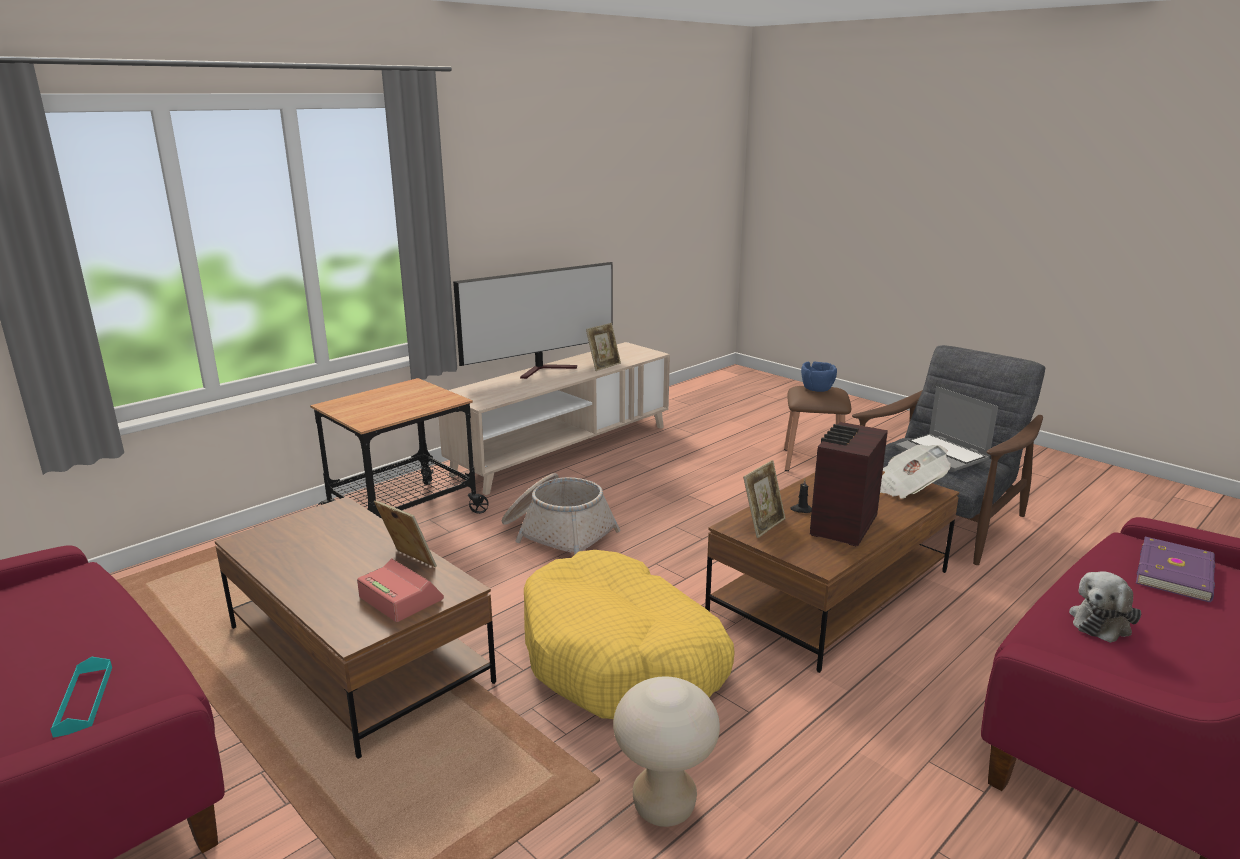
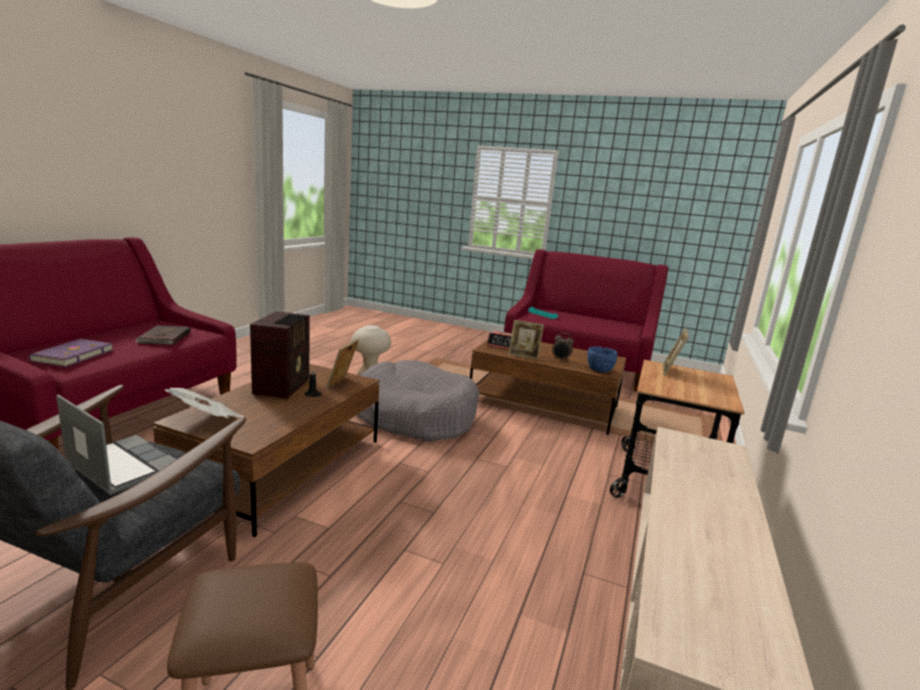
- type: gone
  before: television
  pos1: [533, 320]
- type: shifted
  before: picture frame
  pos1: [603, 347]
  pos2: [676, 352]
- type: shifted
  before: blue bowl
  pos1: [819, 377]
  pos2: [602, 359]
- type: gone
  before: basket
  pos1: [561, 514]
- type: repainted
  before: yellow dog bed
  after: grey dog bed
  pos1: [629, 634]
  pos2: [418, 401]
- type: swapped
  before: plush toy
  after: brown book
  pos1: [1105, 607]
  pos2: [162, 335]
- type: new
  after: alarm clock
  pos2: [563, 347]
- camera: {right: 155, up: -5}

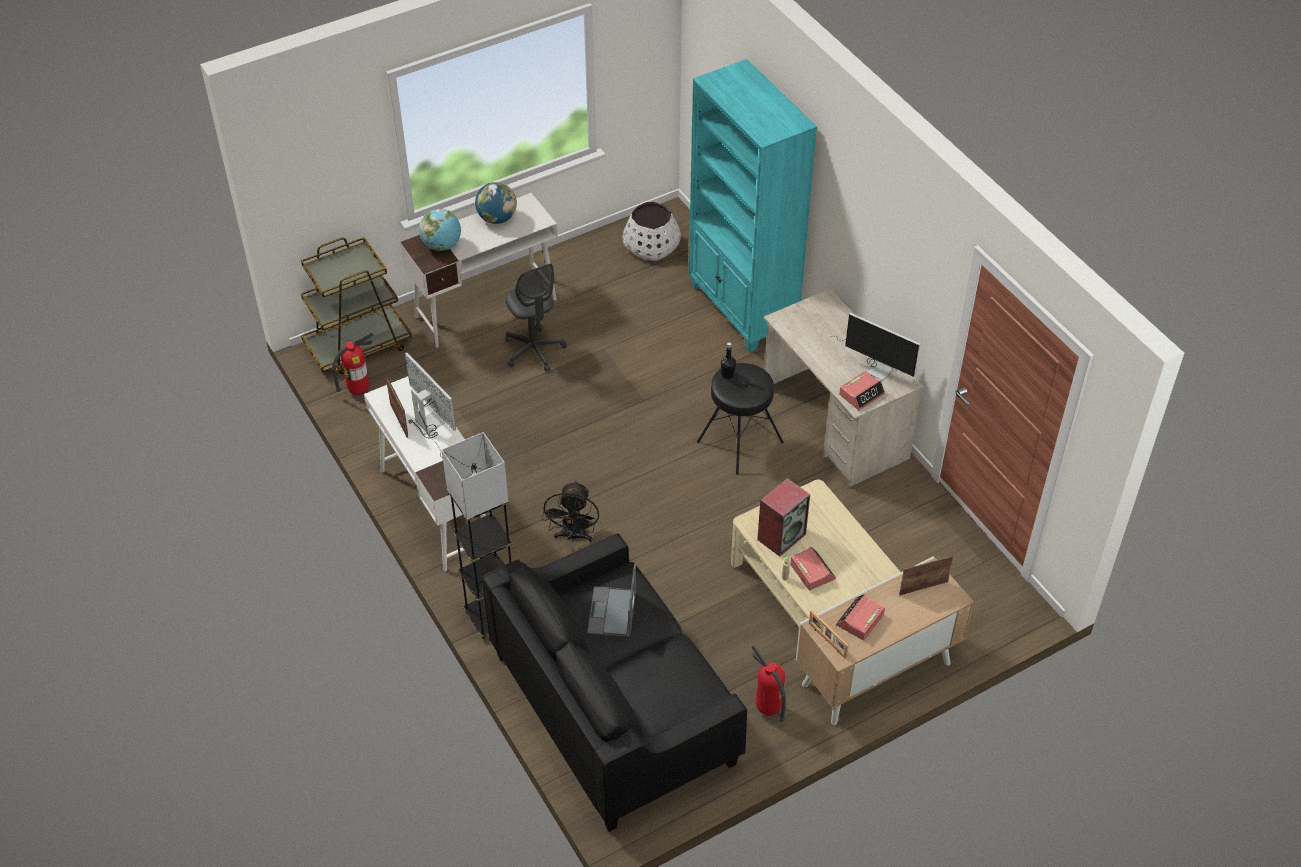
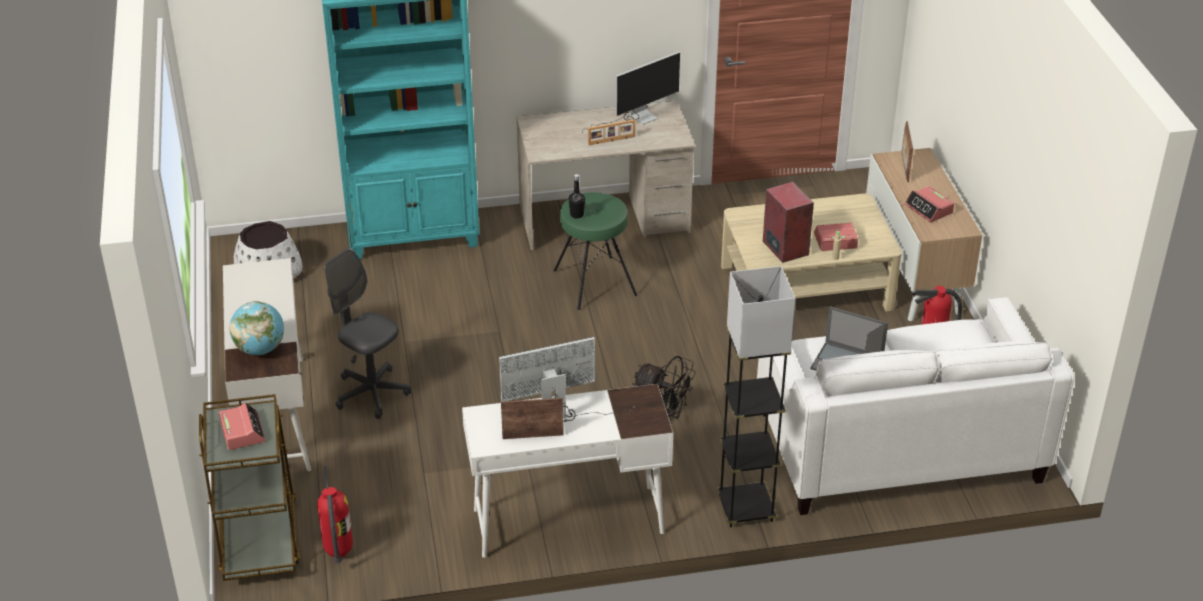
- type: gone
  before: globe
  pos1: [496, 203]
- type: rotated
  before: grey office chair
  pos1: [536, 317]
  pos2: [367, 333]
  turn: -135
- type: repainted
  before: black stool
  after: green stool
  pos1: [740, 419]
  pos2: [595, 251]
- type: shifted
  before: alarm clock
  pos1: [862, 391]
  pos2: [242, 426]
- type: repainted
  before: black sofa
  after: white sofa
  pos1: [614, 682]
  pos2: [915, 406]
- type: shifted
  before: picture frame
  pos1: [829, 634]
  pos2: [611, 132]
- camera: {right: -70, up: -10}

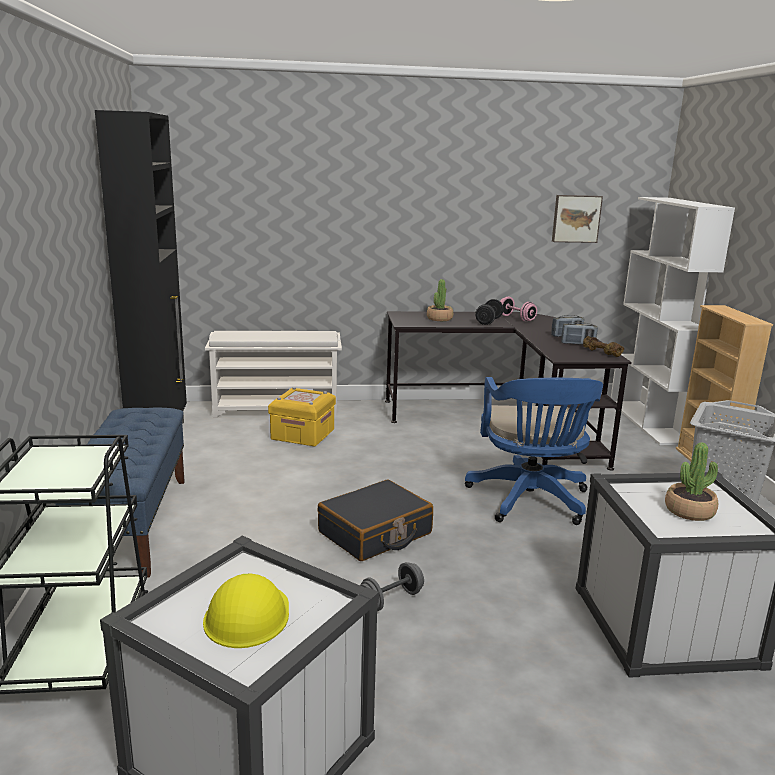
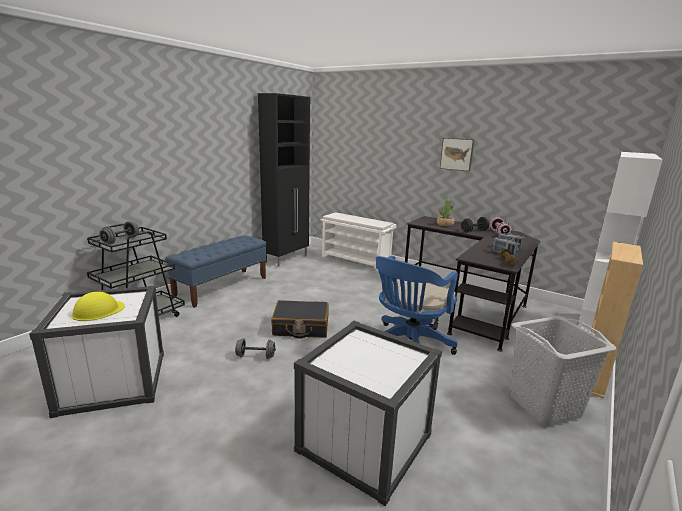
- type: shifted
  before: picture
  pos1: [577, 219]
  pos2: [457, 154]
- type: gone
  before: yellow storage box
  pos1: [302, 417]
- type: gone
  before: potted plant
  pos1: [691, 481]
- type: new
  after: grey dumbbell
  pos2: [119, 232]
- camera: {right: 40, up: 0}

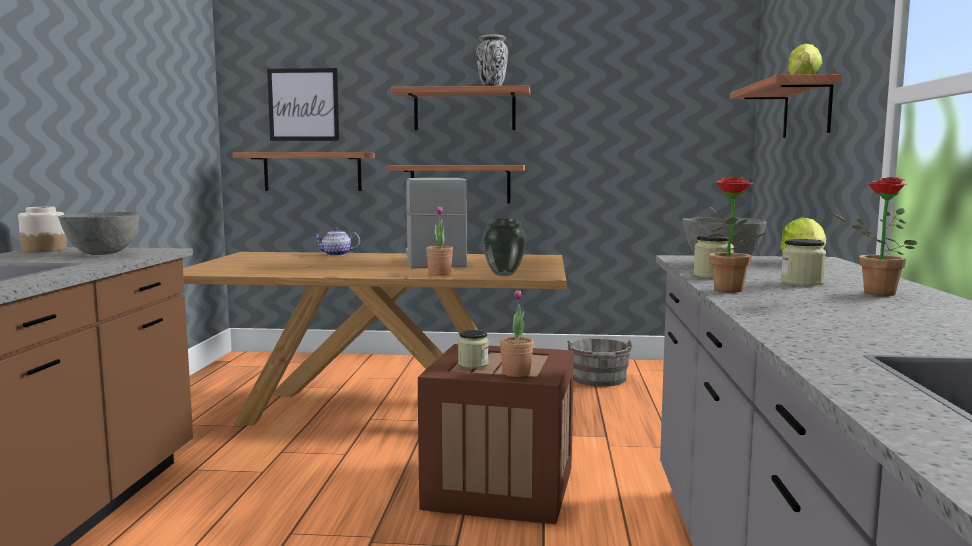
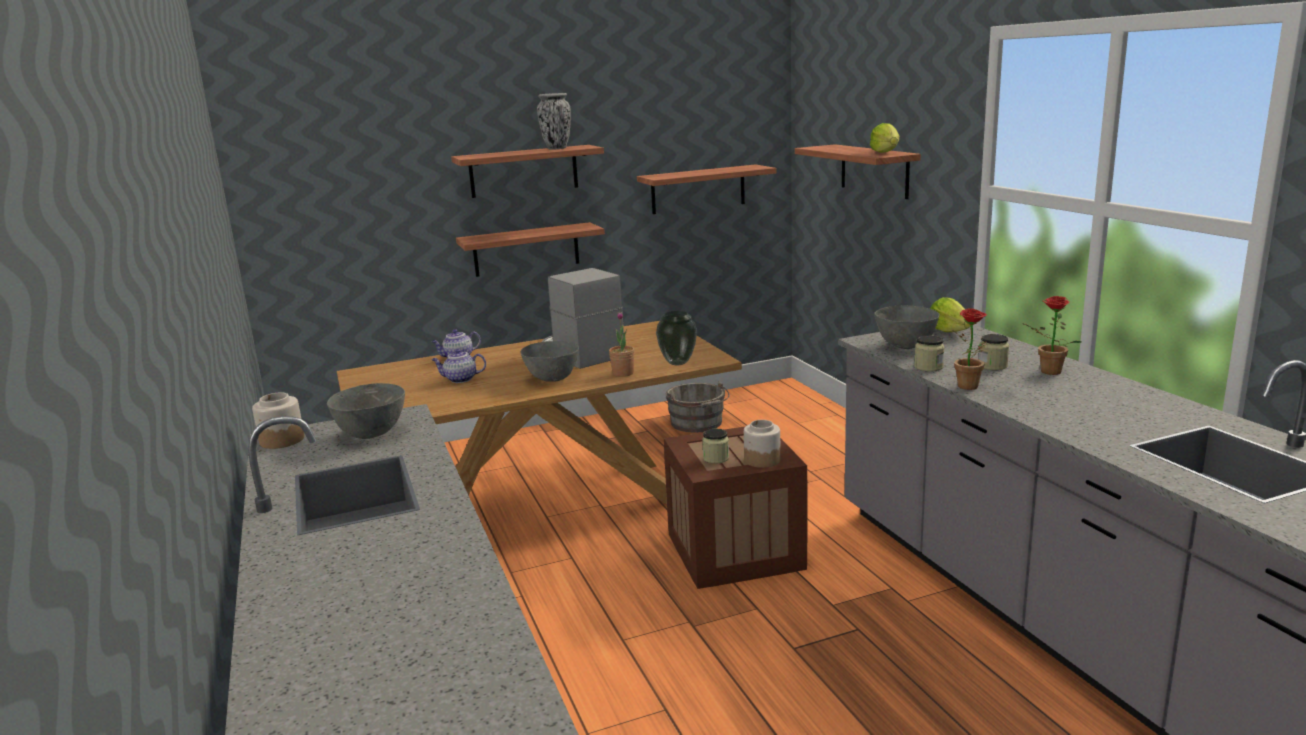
- type: gone
  before: picture
  pos1: [303, 104]
- type: shifted
  before: shelf
  pos1: [304, 171]
  pos2: [707, 189]
- type: swapped
  before: potted plant
  after: jar
  pos1: [517, 333]
  pos2: [762, 444]
- type: new
  after: grey bowl
  pos2: [550, 361]
- type: new
  after: teapot
  pos2: [459, 366]
- camera: {right: -25, up: 10}

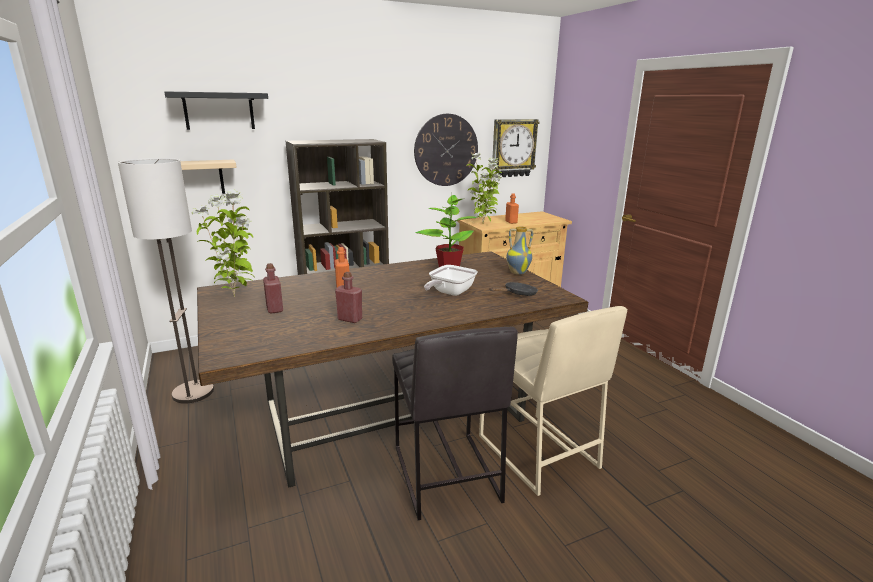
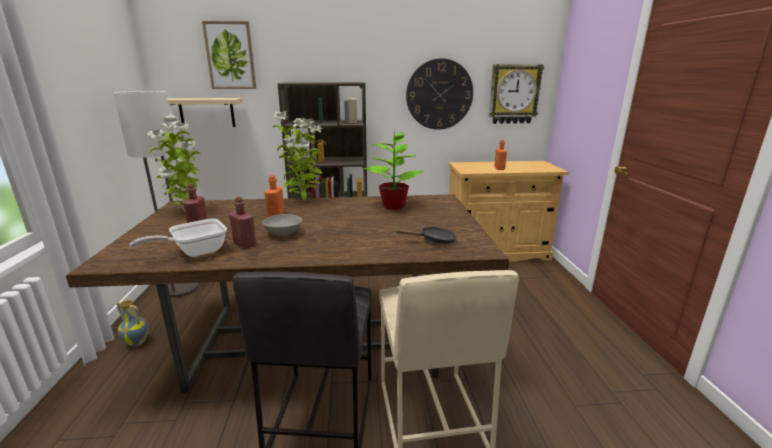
- type: swapped
  before: black shelf
  after: picture
  pos1: [216, 110]
  pos2: [229, 55]
- type: shifted
  before: potted plant
  pos1: [484, 188]
  pos2: [299, 156]
- type: shifted
  before: vase
  pos1: [519, 250]
  pos2: [133, 323]
- type: shifted
  before: frying pan
  pos1: [451, 280]
  pos2: [178, 238]
- type: new
  after: grey bowl
  pos2: [282, 225]
- camera: {right: 20, up: 0}

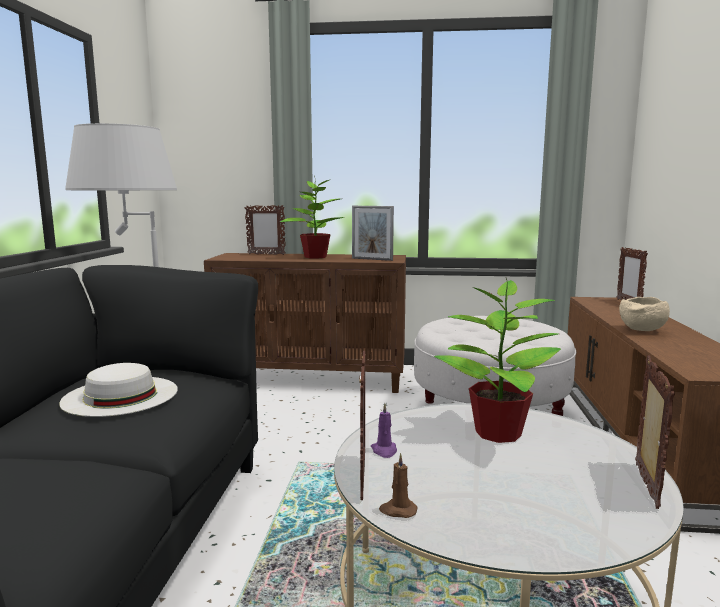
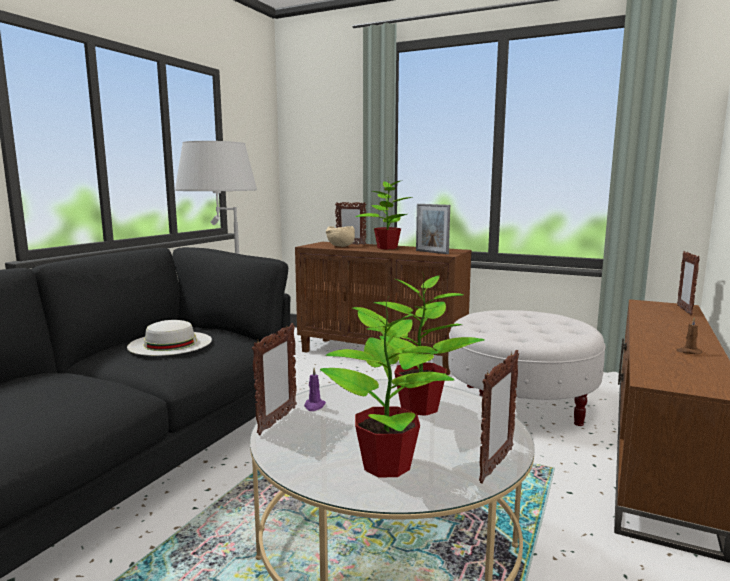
- type: shifted
  before: beige bowl
  pos1: [644, 314]
  pos2: [340, 236]
- type: shifted
  before: brown candle
  pos1: [398, 485]
  pos2: [689, 336]
- type: new
  after: potted plant
  pos2: [387, 387]
- camera: {right: 20, up: 0}

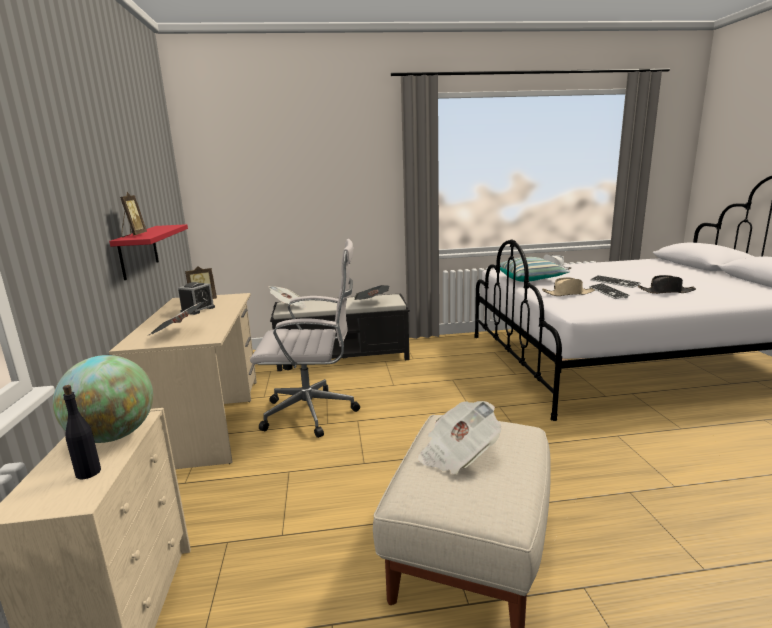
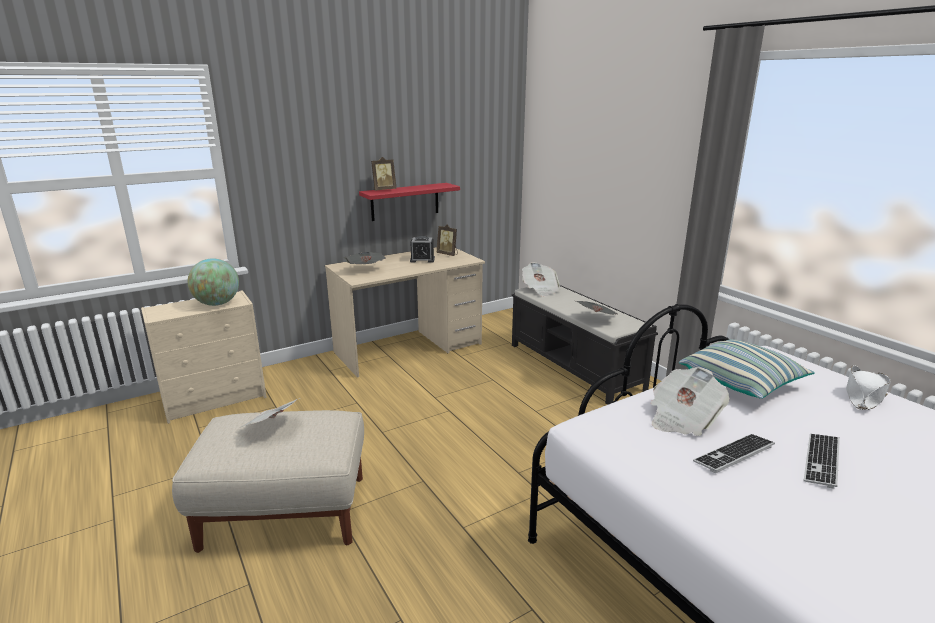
- type: gone
  before: white office chair
  pos1: [305, 338]
- type: gone
  before: black hat
  pos1: [667, 284]
- type: swapped
  before: beige hat
  after: newspaper
  pos1: [568, 286]
  pos2: [690, 401]
- type: gone
  before: black bottle
  pos1: [82, 432]
- camera: {right: 65, up: 5}

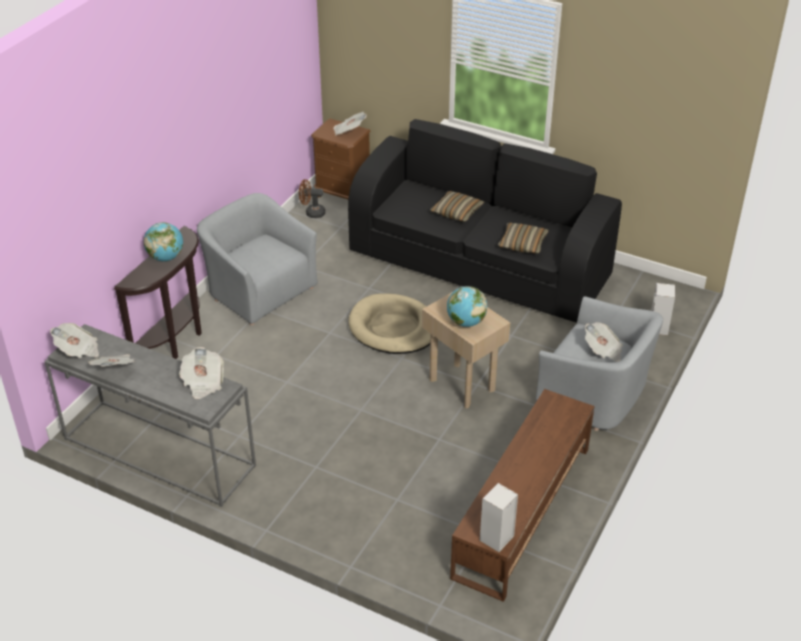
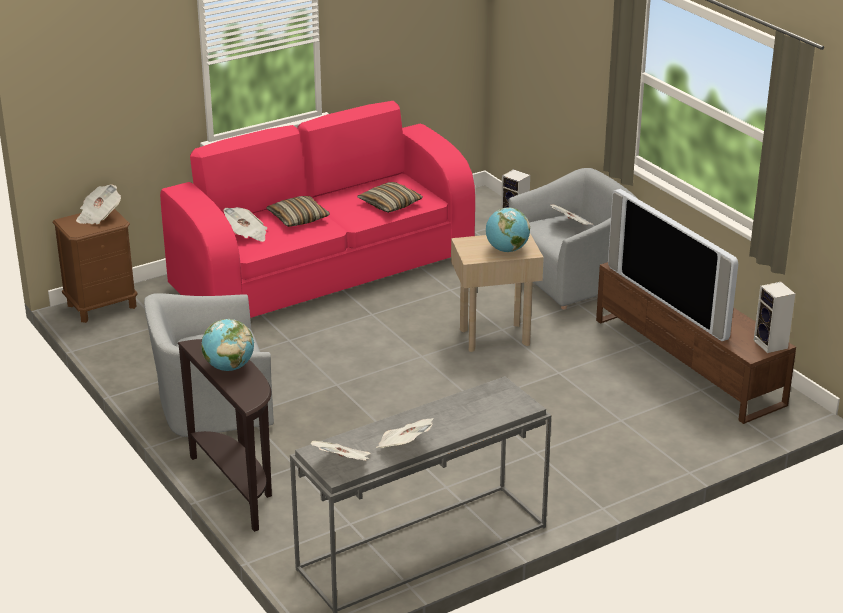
- type: repainted
  before: black sofa
  after: pink sofa
  pos1: [485, 221]
  pos2: [317, 209]
- type: gone
  before: brown fan
  pos1: [312, 198]
- type: gone
  before: beige dog bed
  pos1: [389, 323]
- type: shifted
  before: newspaper
  pos1: [201, 373]
  pos2: [245, 224]
- type: new
  after: television
  pos2: [673, 265]
- camera: {right: -60, up: -10}

